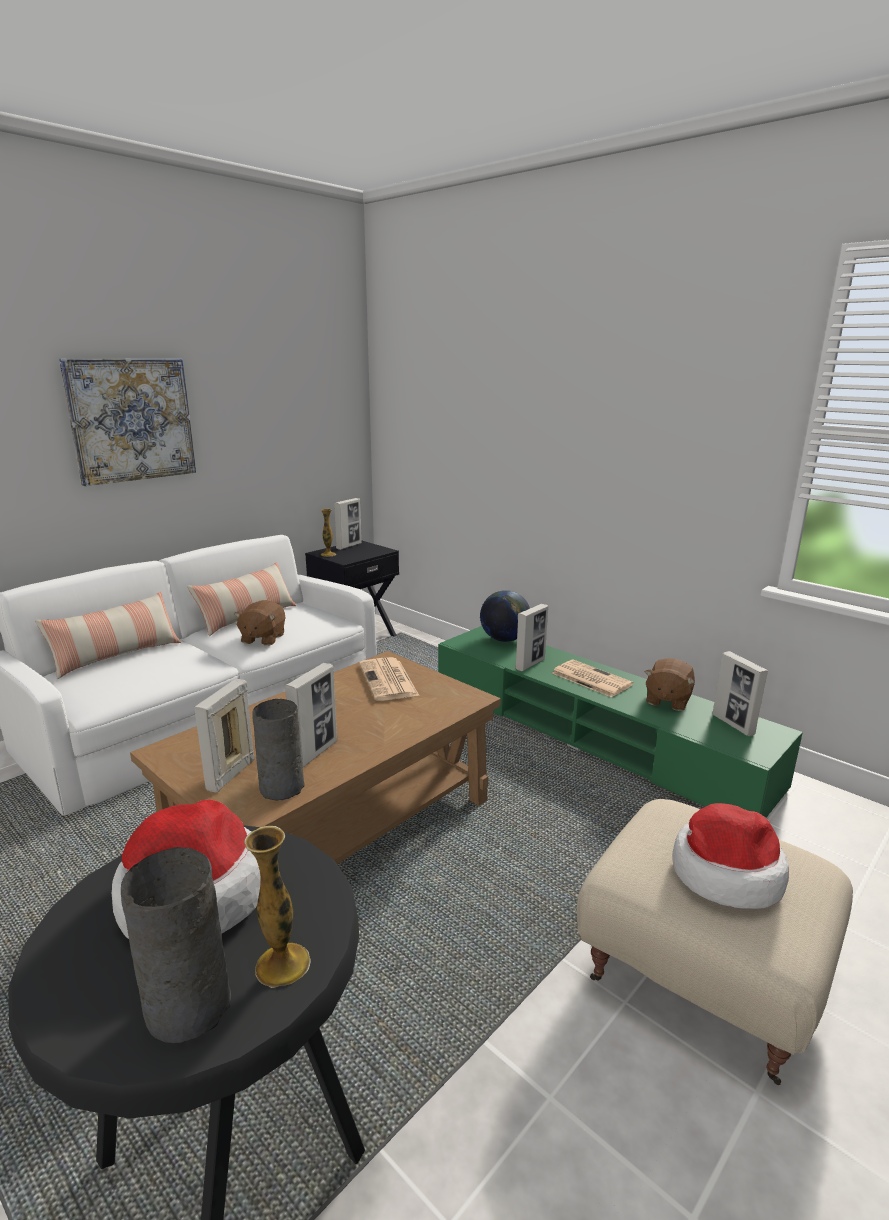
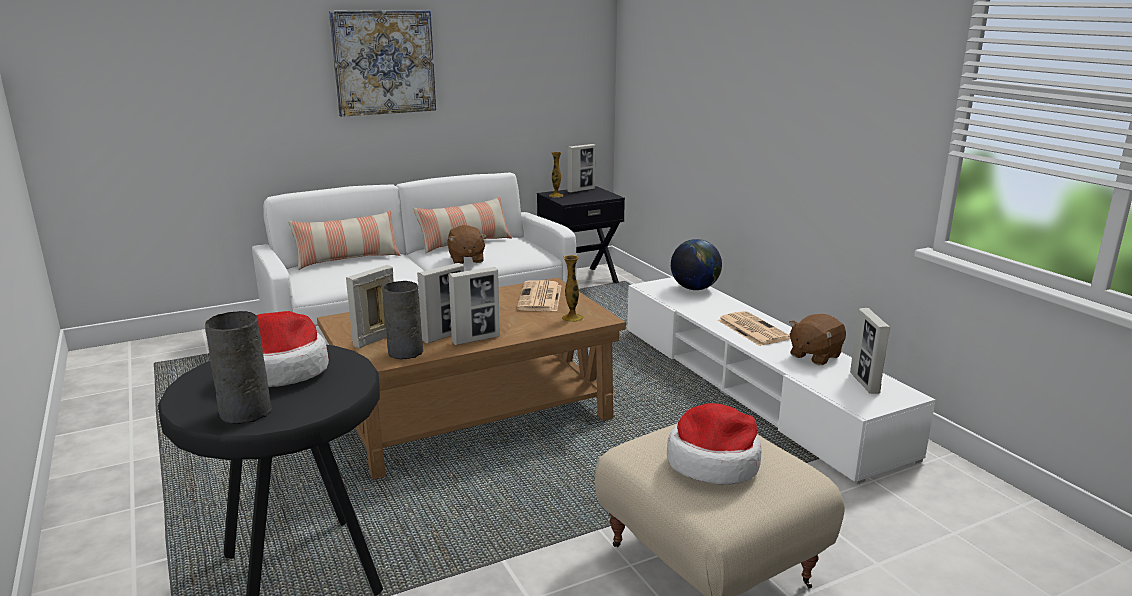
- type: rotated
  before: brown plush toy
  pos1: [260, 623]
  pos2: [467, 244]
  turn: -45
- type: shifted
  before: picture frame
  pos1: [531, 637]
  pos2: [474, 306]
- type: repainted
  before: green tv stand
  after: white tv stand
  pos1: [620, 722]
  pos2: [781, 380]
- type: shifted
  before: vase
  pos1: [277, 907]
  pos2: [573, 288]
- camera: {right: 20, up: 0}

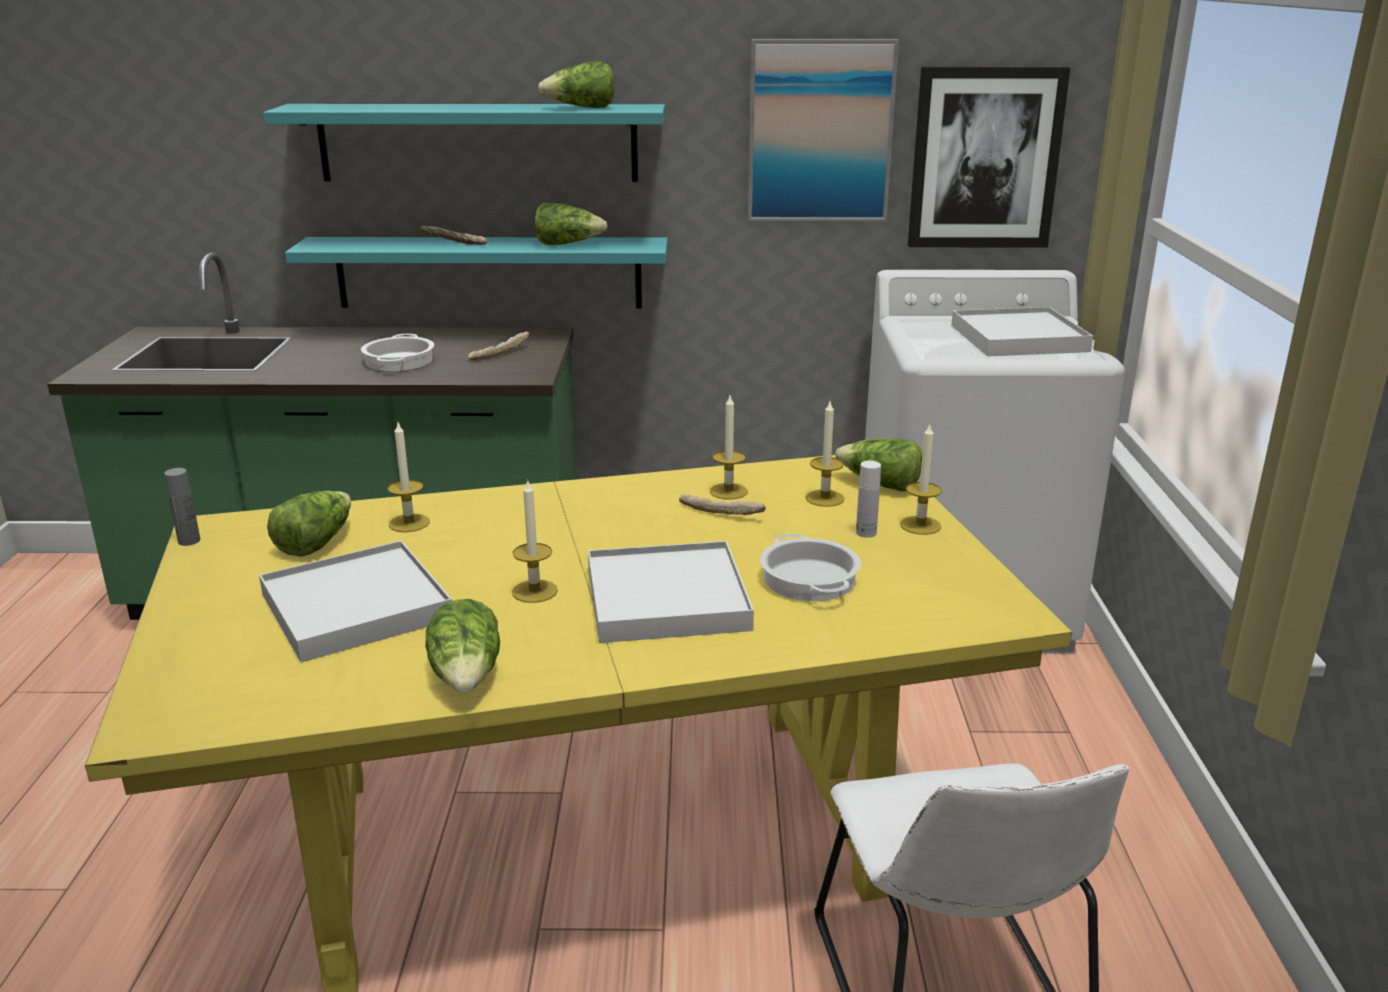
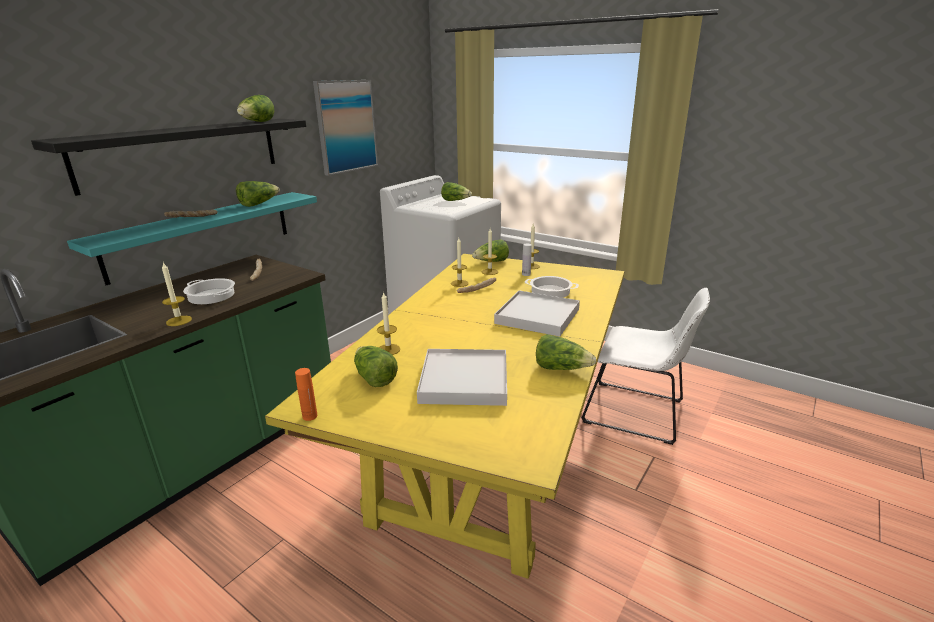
- type: gone
  before: picture
  pos1: [989, 157]
- type: repainted
  before: turquoise shelf
  after: black shelf
  pos1: [464, 143]
  pos2: [168, 157]
- type: swapped
  before: white tray
  after: lettuce
  pos1: [1022, 331]
  pos2: [456, 191]
- type: repainted
  before: grey bottle
  after: orange bottle
  pos1: [182, 507]
  pos2: [306, 394]
- type: shifted
  before: candle
  pos1: [535, 541]
  pos2: [177, 294]
- camera: {right: -55, up: 0}

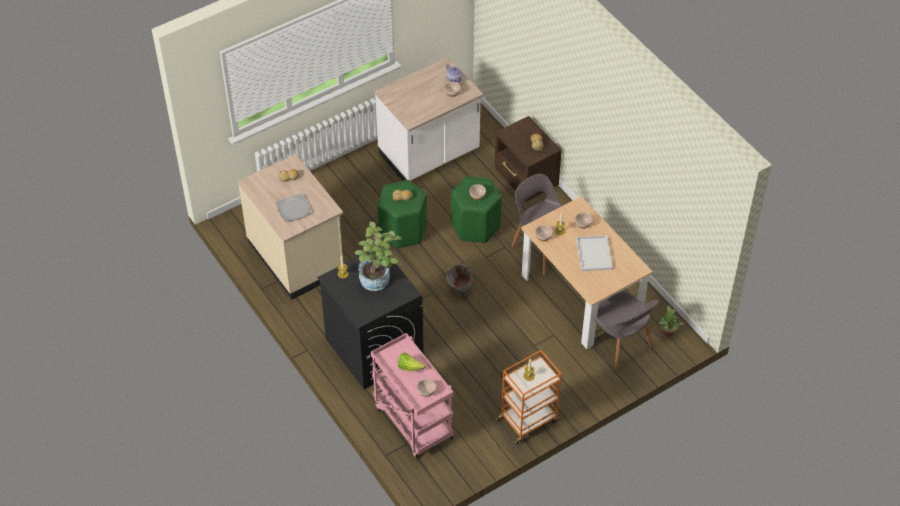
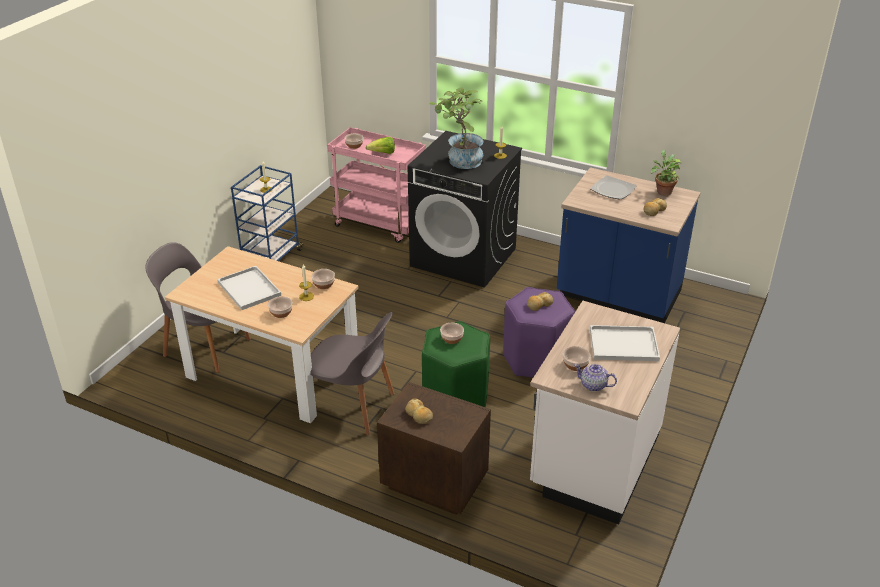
- type: repainted
  before: beige counter
  after: blue counter
  pos1: [290, 227]
  pos2: [629, 245]
- type: repainted
  before: green stool
  after: purple stool
  pos1: [402, 214]
  pos2: [539, 332]
- type: gone
  before: grey bucket
  pos1: [459, 278]
- type: shifted
  before: potted plant
  pos1: [671, 321]
  pos2: [665, 173]
- type: repainted
  before: orange cart
  after: blue cart
  pos1: [528, 397]
  pos2: [267, 213]
- type: new
  after: white tray
  pos2: [625, 343]
- camera: {right: 150, up: -15}

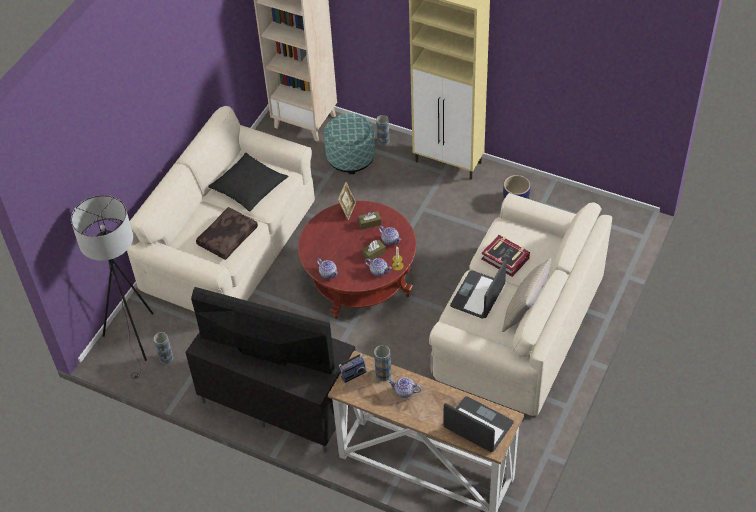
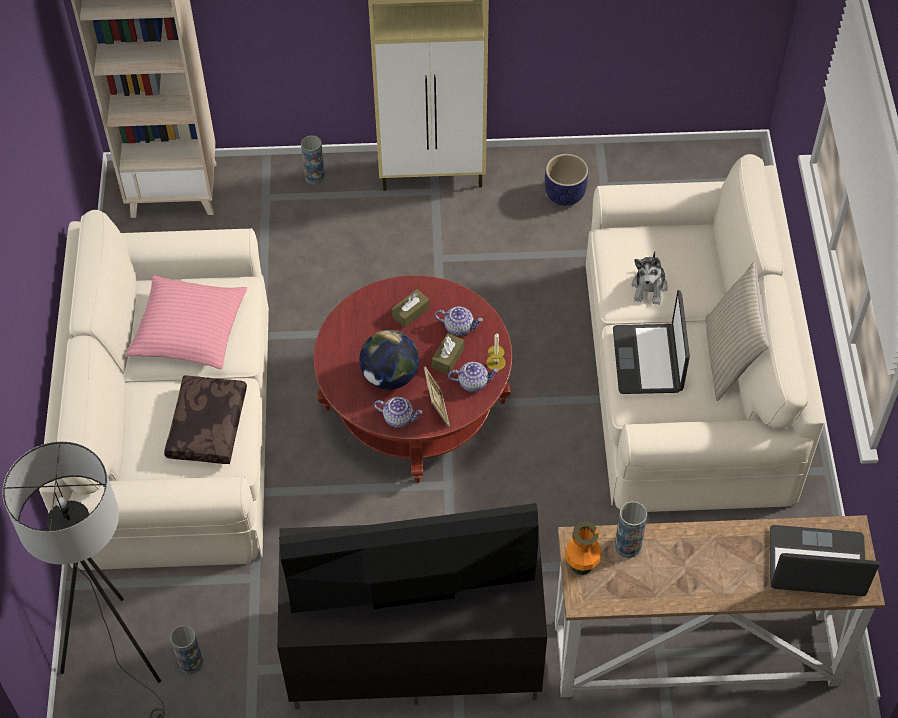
- type: gone
  before: ottoman
  pos1: [349, 143]
- type: repainted
  before: black pillow
  after: pink pillow
  pos1: [248, 182]
  pos2: [186, 322]
- type: shifted
  before: picture frame
  pos1: [347, 201]
  pos2: [437, 397]
- type: swapped
  before: book
  after: plush toy
  pos1: [505, 256]
  pos2: [650, 278]
- type: swapped
  before: radio
  after: orange vase
  pos1: [353, 367]
  pos2: [583, 548]
- type: gone
  before: teapot
  pos1: [404, 387]
- type: new
  after: globe
  pos2: [389, 360]
- camera: {right: -30, up: 5}

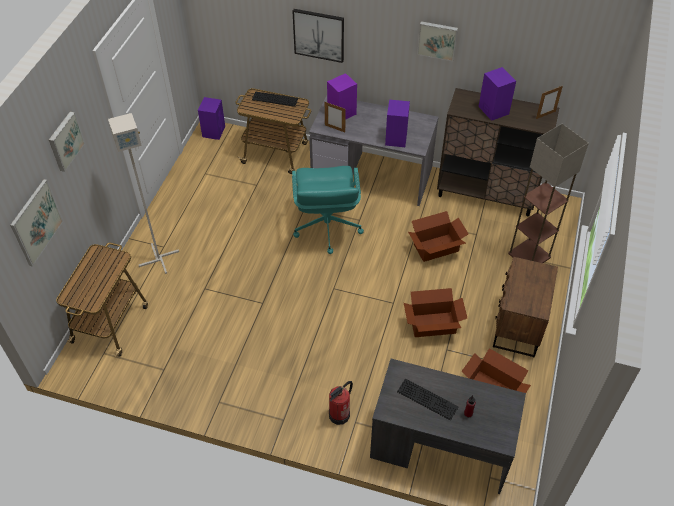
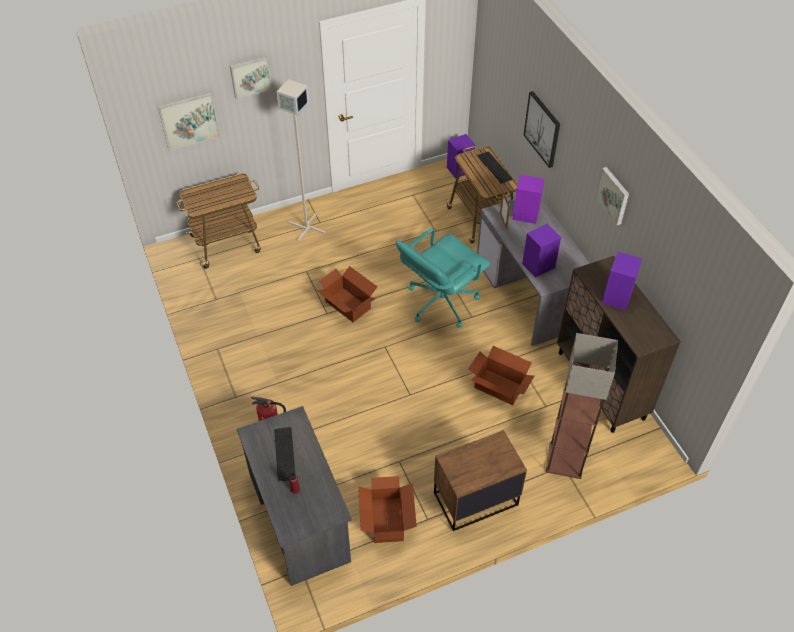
- type: gone
  before: picture frame
  pos1: [549, 102]
- type: shifted
  before: cardboard box
  pos1: [435, 312]
  pos2: [347, 294]
- camera: {right: 50, up: 0}

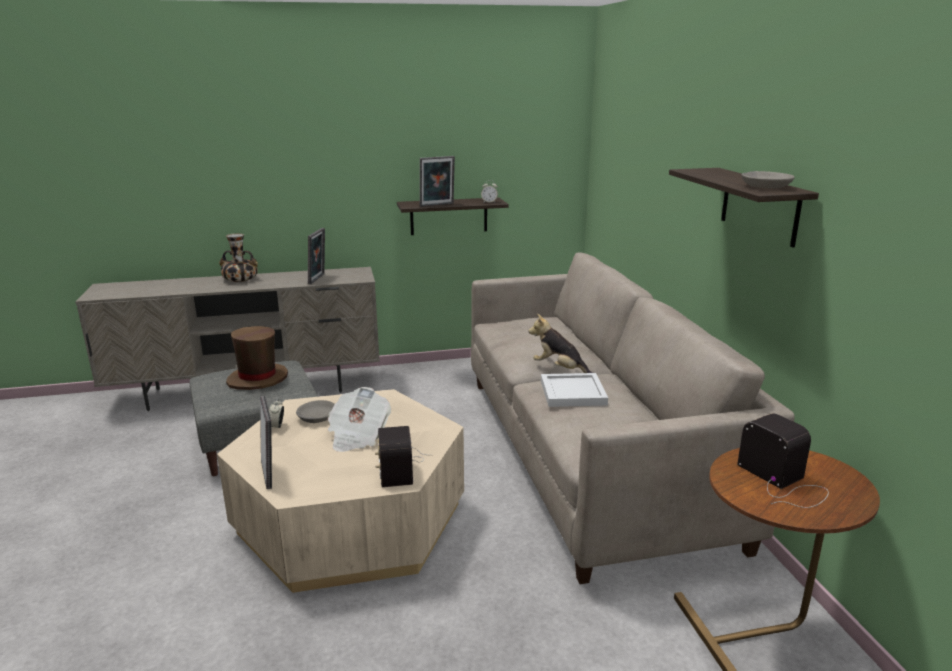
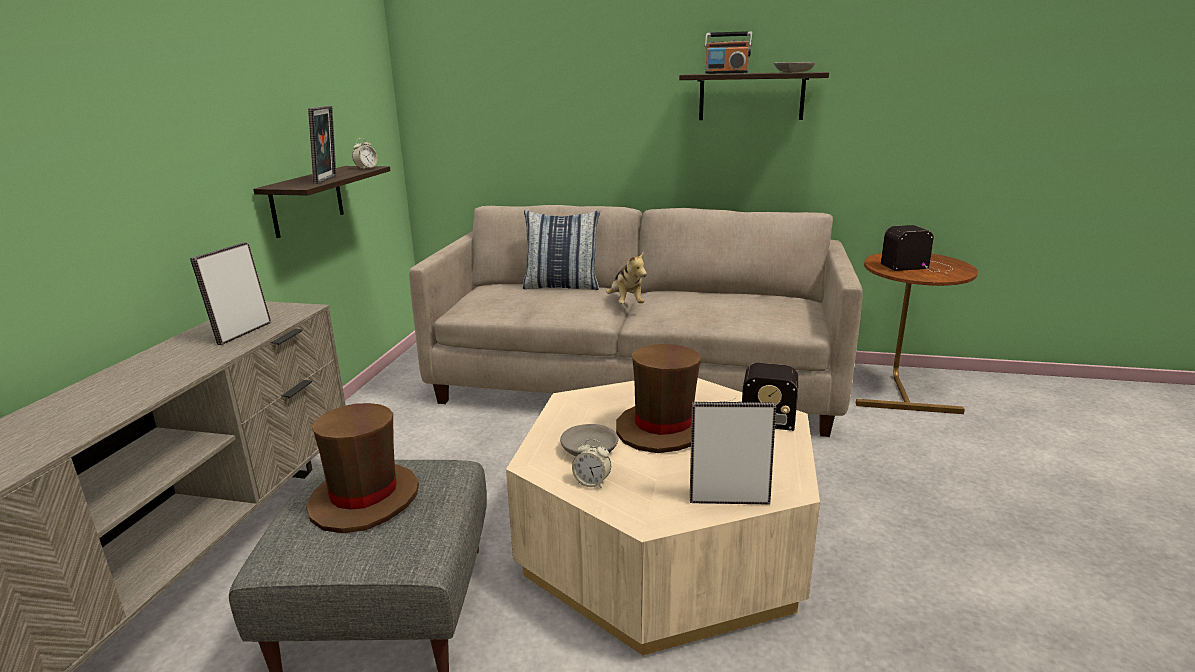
- type: rotated
  before: picture frame
  pos1: [316, 256]
  pos2: [230, 293]
  turn: -105
- type: gone
  before: vase
  pos1: [238, 257]
- type: rotated
  before: plush toy
  pos1: [560, 343]
  pos2: [626, 277]
  turn: -75
- type: gone
  before: white tray
  pos1: [574, 390]
- type: swapped
  before: newspaper
  after: brown hat
  pos1: [359, 419]
  pos2: [658, 398]
- type: new
  after: radio
  pos2: [728, 52]
- type: new
  after: pillow
  pos2: [561, 250]
- camera: {right: -65, up: 0}

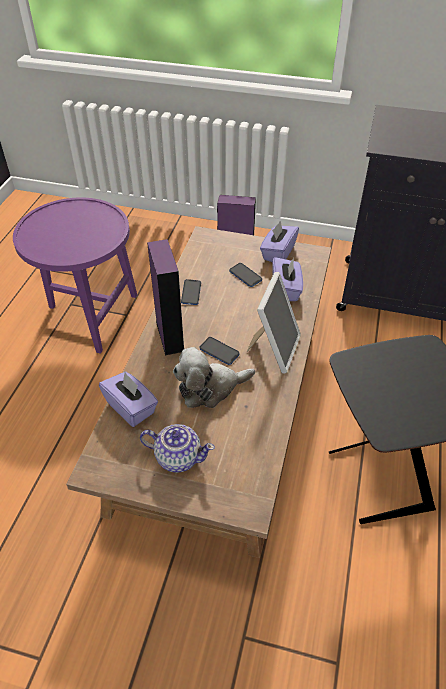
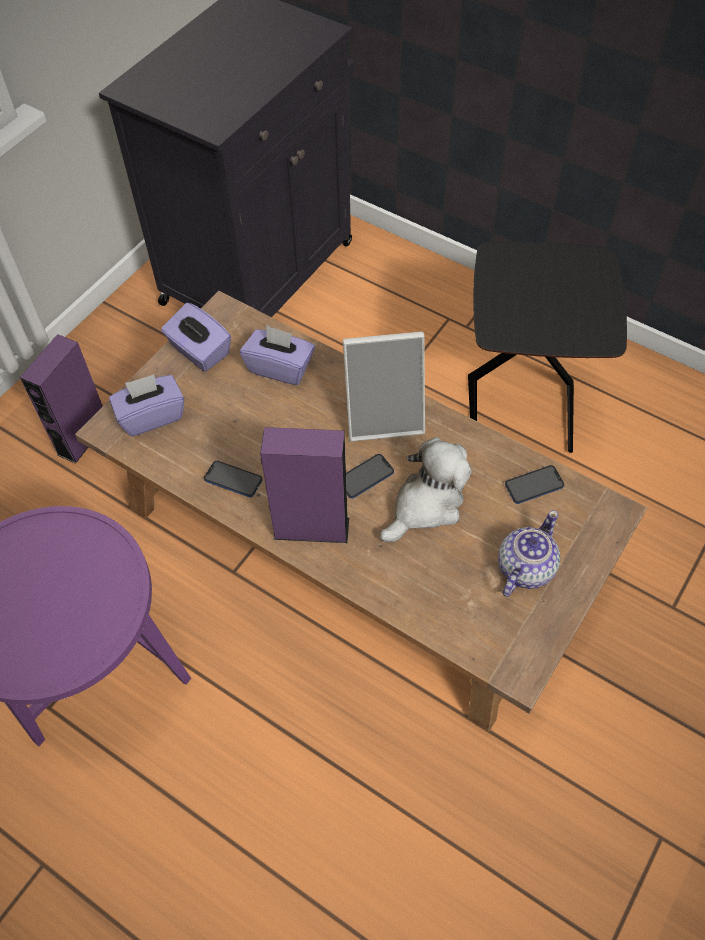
- type: shifted
  before: phone
  pos1: [245, 275]
  pos2: [534, 484]
- type: rotated
  before: picture frame
  pos1: [274, 323]
  pos2: [384, 386]
  turn: 135
- type: rotated
  before: plush toy
  pos1: [214, 377]
  pos2: [426, 489]
  turn: -135
- type: shifted
  before: purple tissue box
  pos1: [128, 399]
  pos2: [146, 405]
- camera: {right: -70, up: 10}

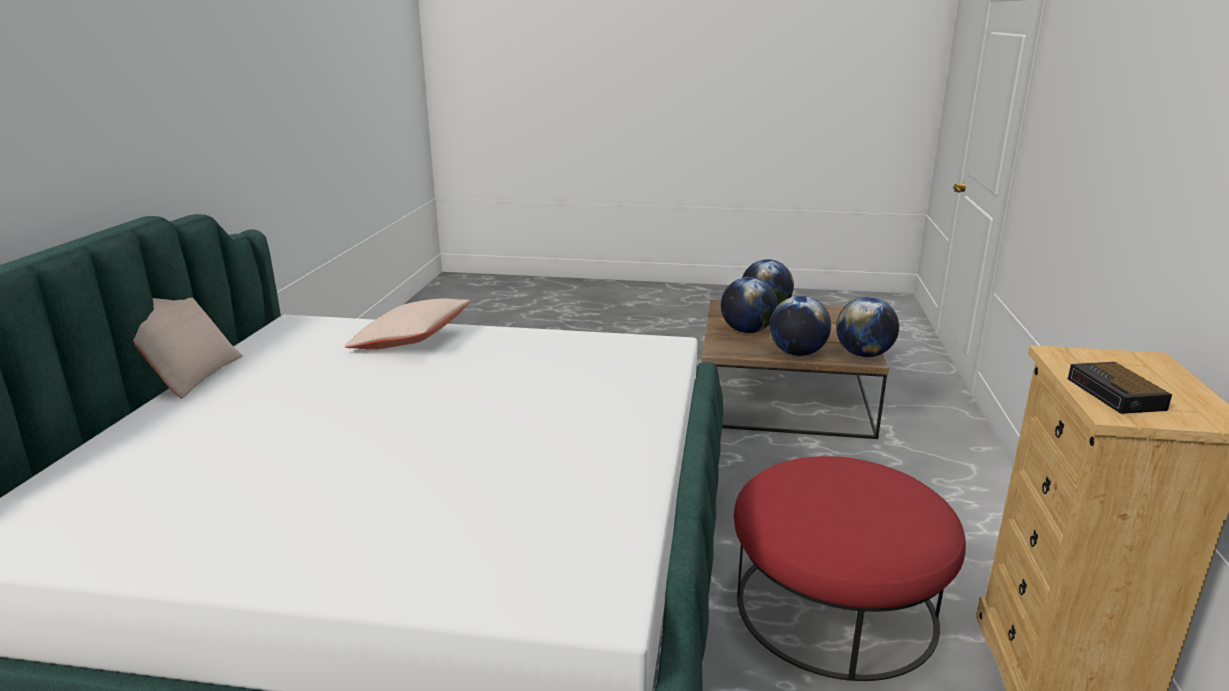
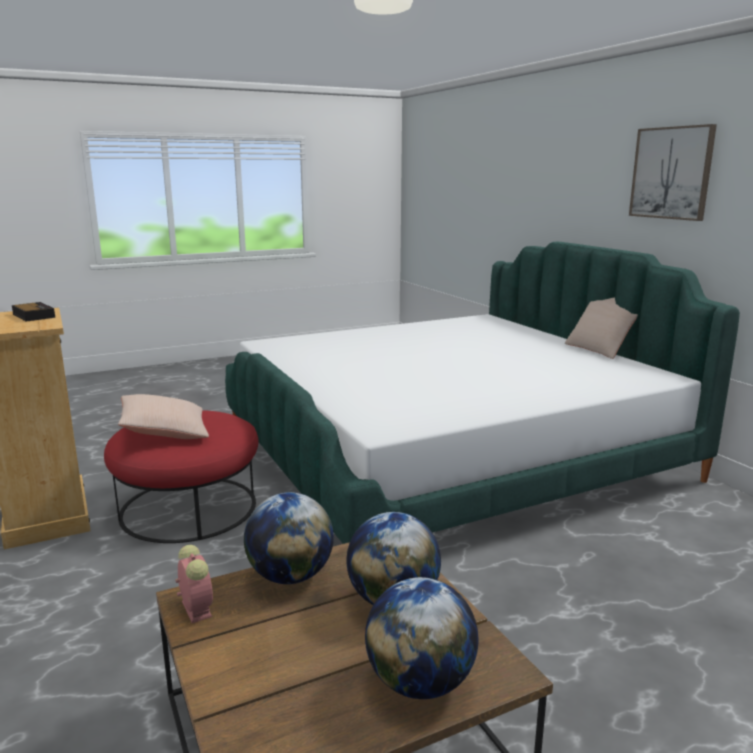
- type: swapped
  before: globe
  after: alarm clock
  pos1: [867, 327]
  pos2: [194, 584]
- type: shifted
  before: beige pillow
  pos1: [407, 324]
  pos2: [163, 416]
- type: new
  after: picture
  pos2: [673, 172]
- camera: {right: 145, up: -5}

